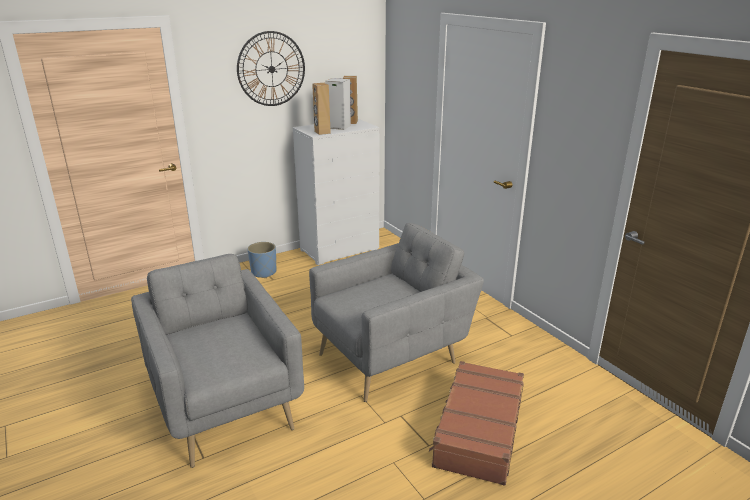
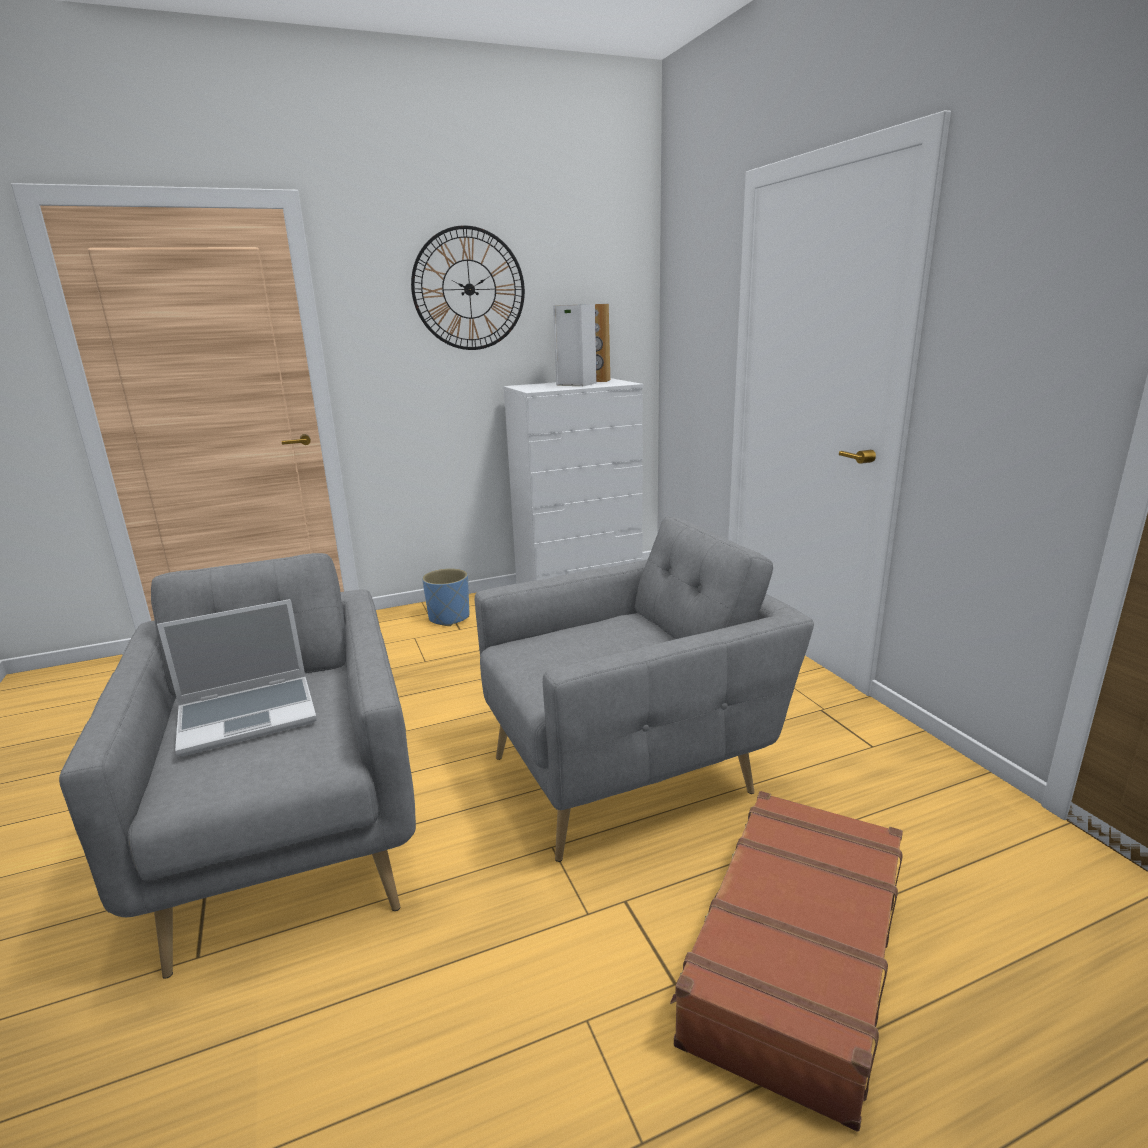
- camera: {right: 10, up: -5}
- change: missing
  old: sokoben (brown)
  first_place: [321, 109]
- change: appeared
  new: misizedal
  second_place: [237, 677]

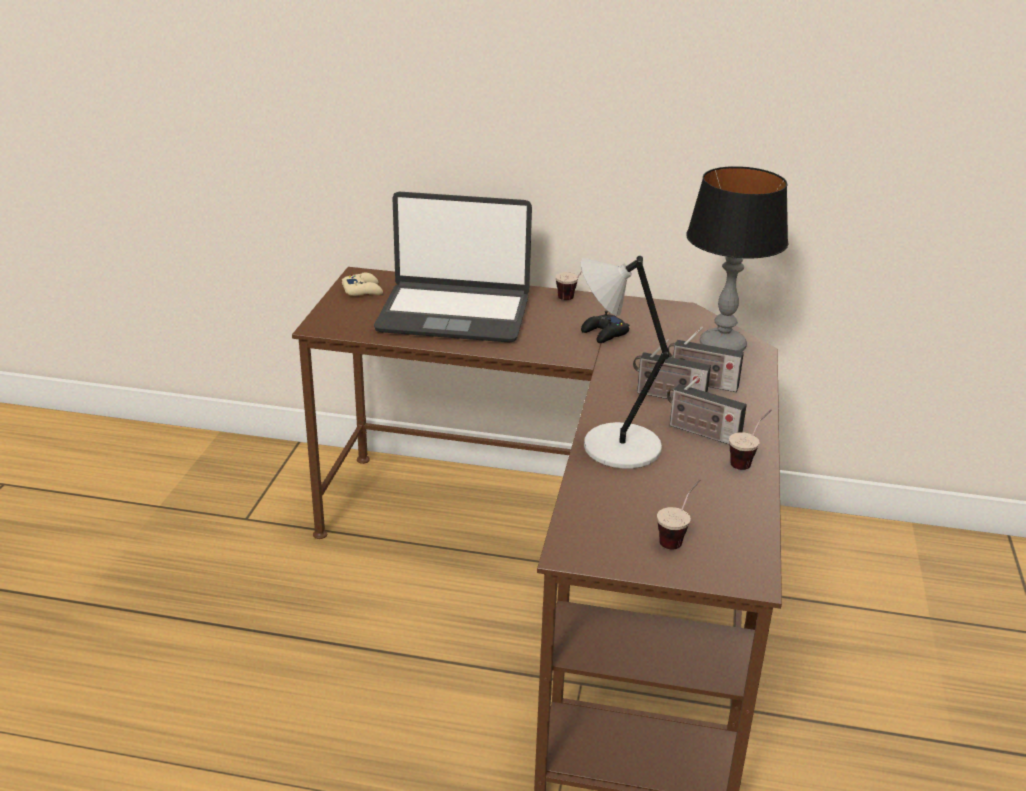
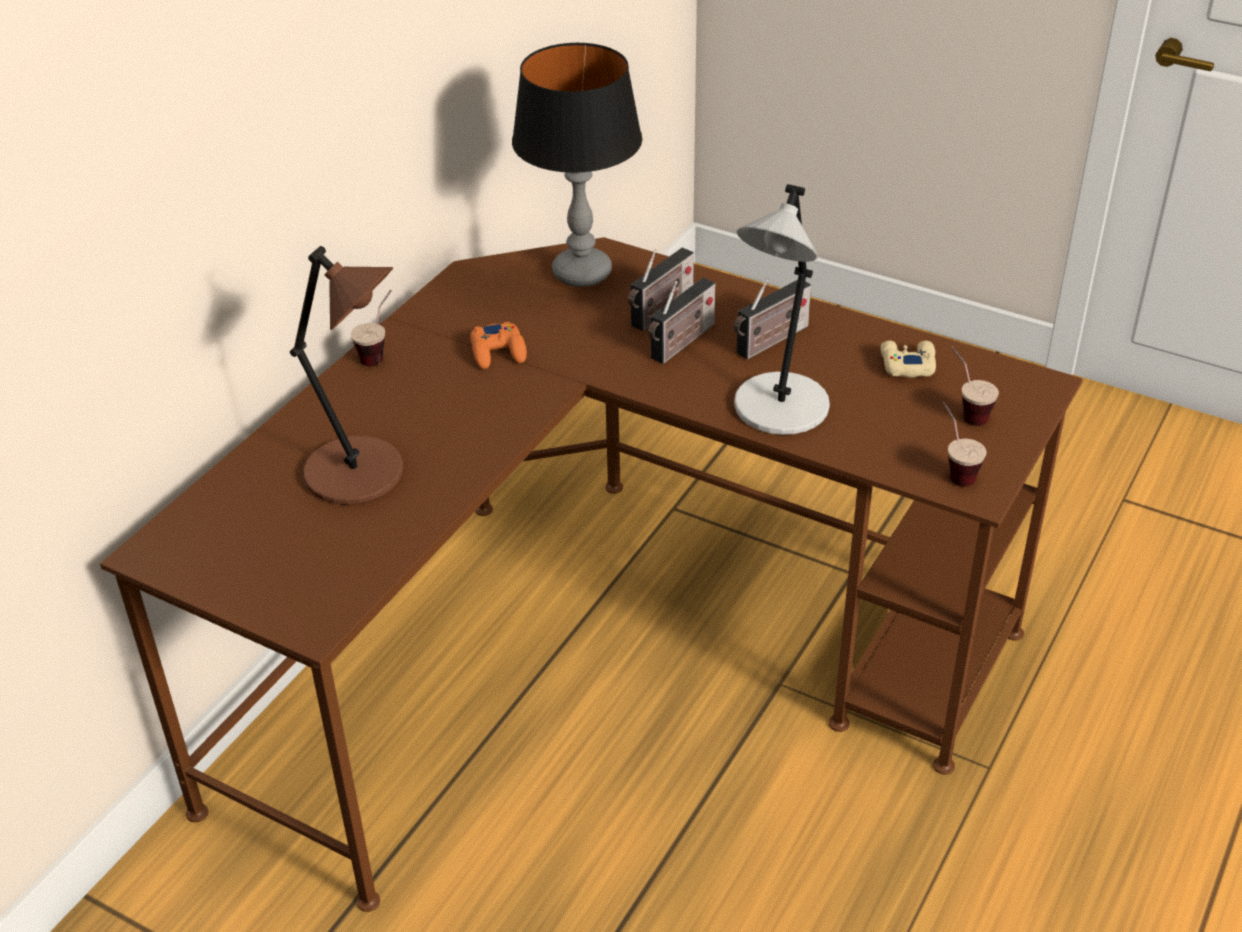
- camera: {right: -70, up: 10}
- change: relocated
  old: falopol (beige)
  first_place: [362, 284]
  second_place: [908, 359]
- change: relocated
  old: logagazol
  first_place: [750, 440]
  second_place: [964, 443]
- change: exchanged
  old: misizedal
  new: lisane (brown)
  first_place: [453, 267]
  second_place: [346, 375]
- change: colour
  old: falopol (black)
  new: falopol (orange)
  first_place: [605, 327]
  second_place: [498, 345]

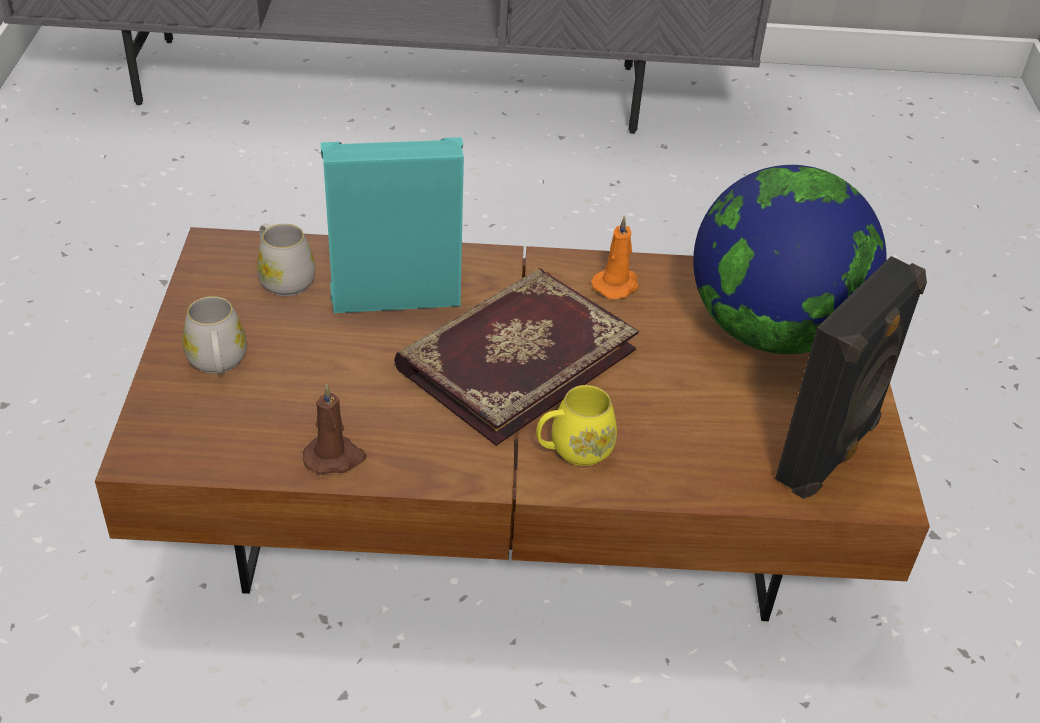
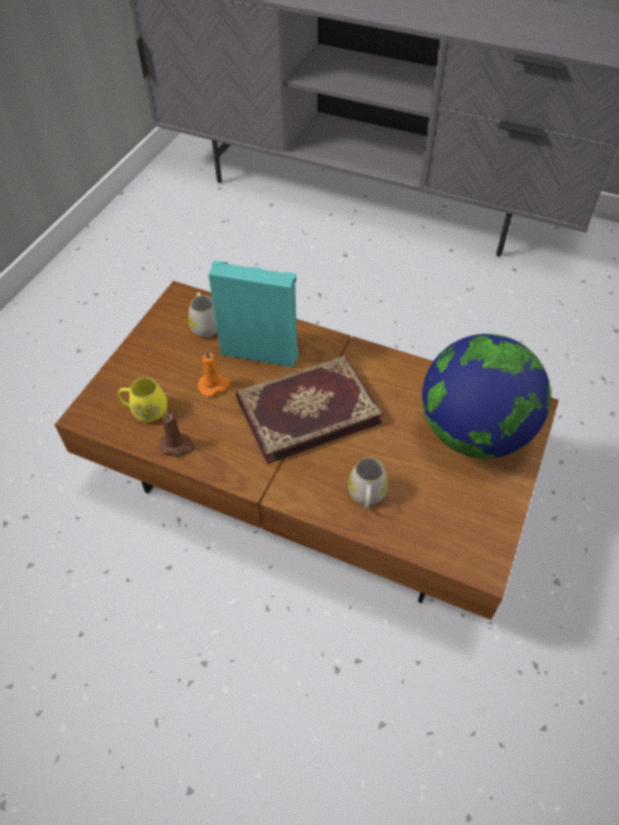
- camera: {right: 25, up: 10}
- change: missing
  old: sokoben (black)
  first_place: [851, 377]
- change: relocated
  old: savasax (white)
  first_place: [215, 335]
  second_place: [368, 483]
- change: relocated
  old: savasax (yellow)
  first_place: [576, 425]
  second_place: [143, 399]
- change: relocated
  old: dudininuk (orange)
  first_place: [615, 257]
  second_place: [214, 373]

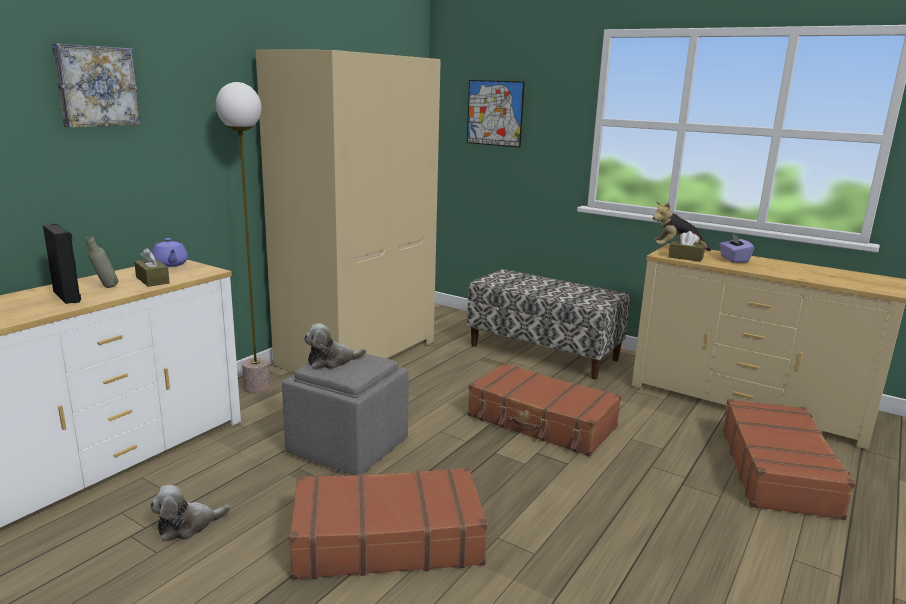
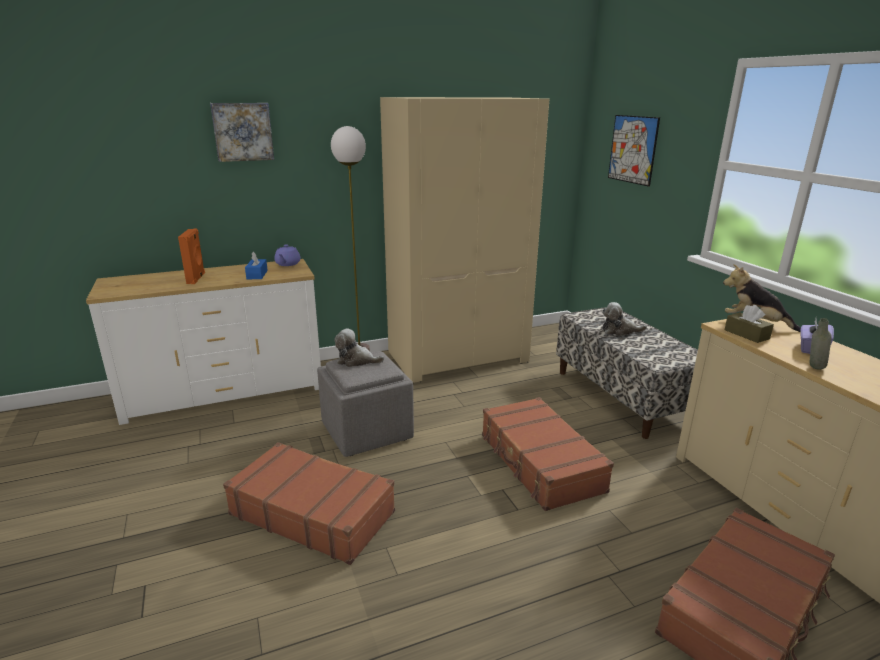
- camera: {right: 35, up: 5}
- change: relocated
  old: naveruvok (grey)
  first_place: [101, 262]
  second_place: [821, 344]
- change: relocated
  old: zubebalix
  first_place: [190, 513]
  second_place: [624, 319]
- change: colour
  old: sokoben (black)
  new: sokoben (orange)
  first_place: [62, 263]
  second_place: [191, 256]
- change: colour
  old: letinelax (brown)
  new: letinelax (blue)
  first_place: [152, 267]
  second_place: [256, 265]

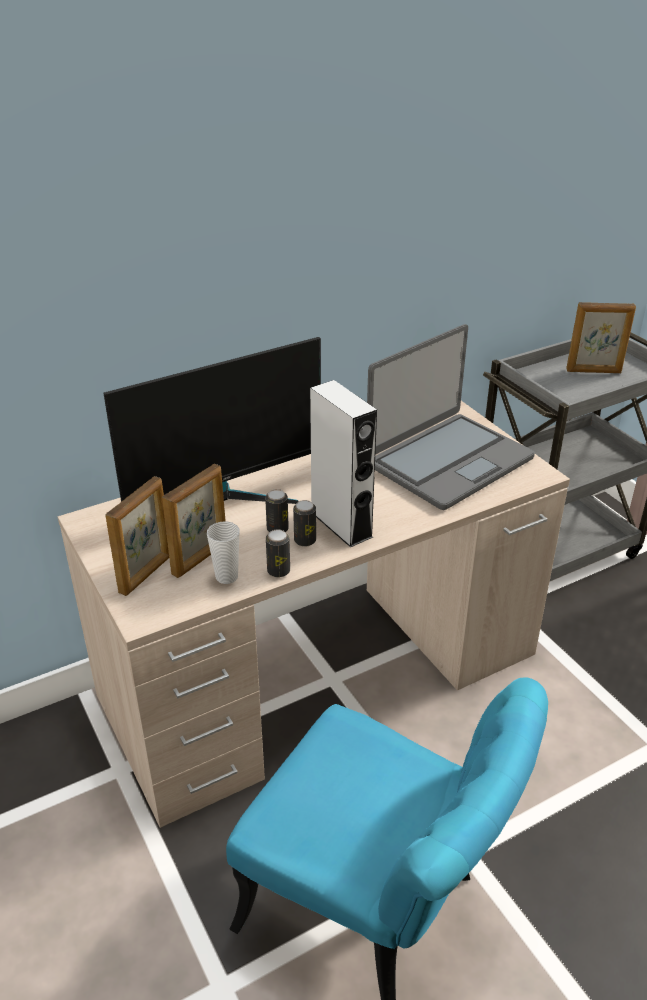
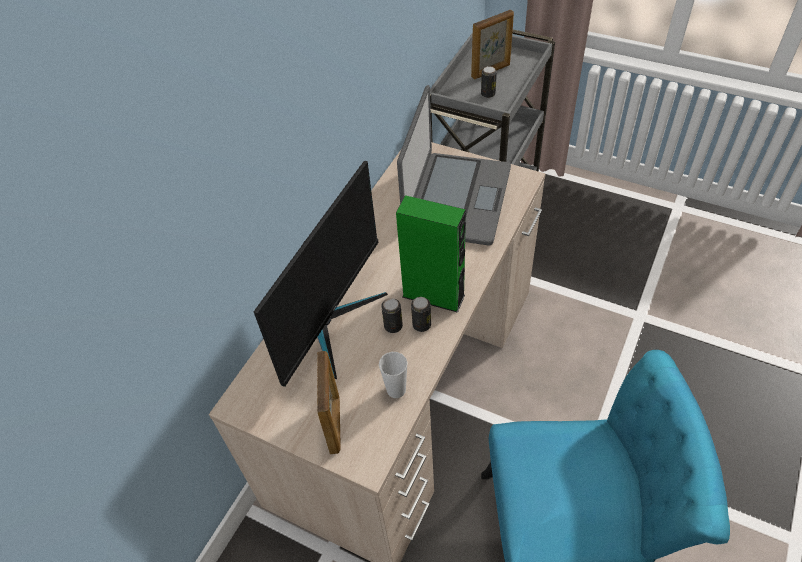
- camera: {right: -30, up: 15}
- change: missing
  old: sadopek
  first_place: [193, 521]
- change: relocated
  old: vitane
  first_place: [278, 553]
  second_place: [489, 82]
- change: colour
  old: sokoben (grey)
  new: sokoben (green)
  first_place: [343, 463]
  second_place: [431, 254]

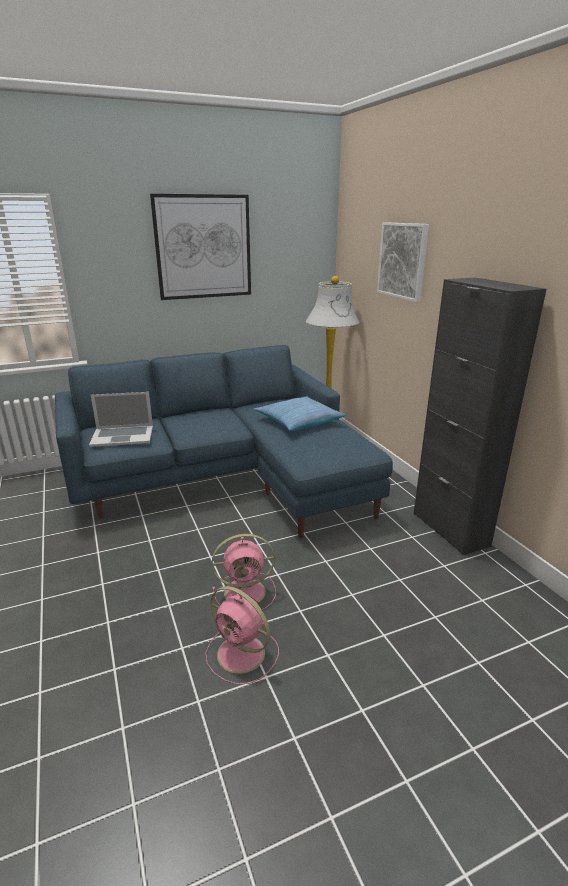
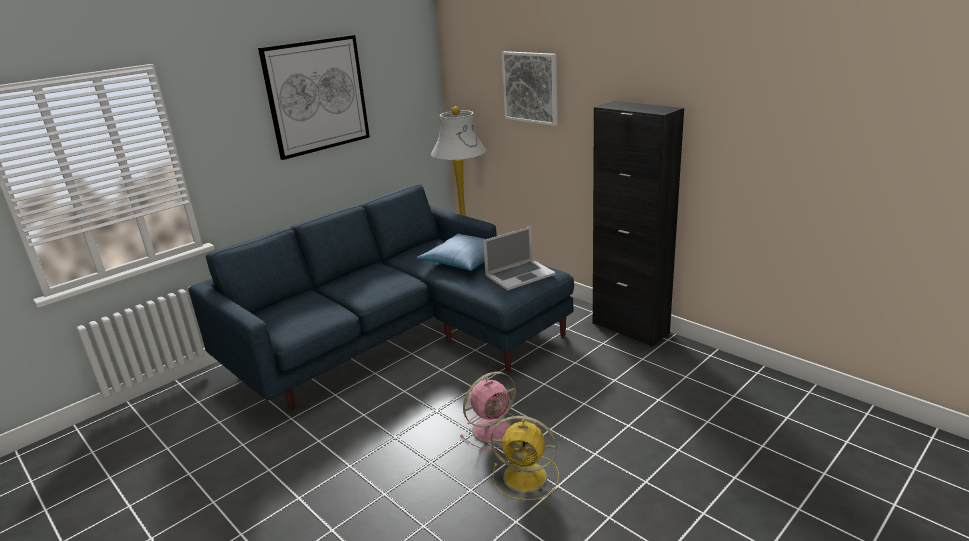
- camera: {right: -20, up: 0}
- change: relocated
  old: misizedal
  first_place: [121, 419]
  second_place: [519, 259]
- change: colour
  old: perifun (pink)
  new: perifun (yellow)
  first_place: [242, 635]
  second_place: [525, 458]

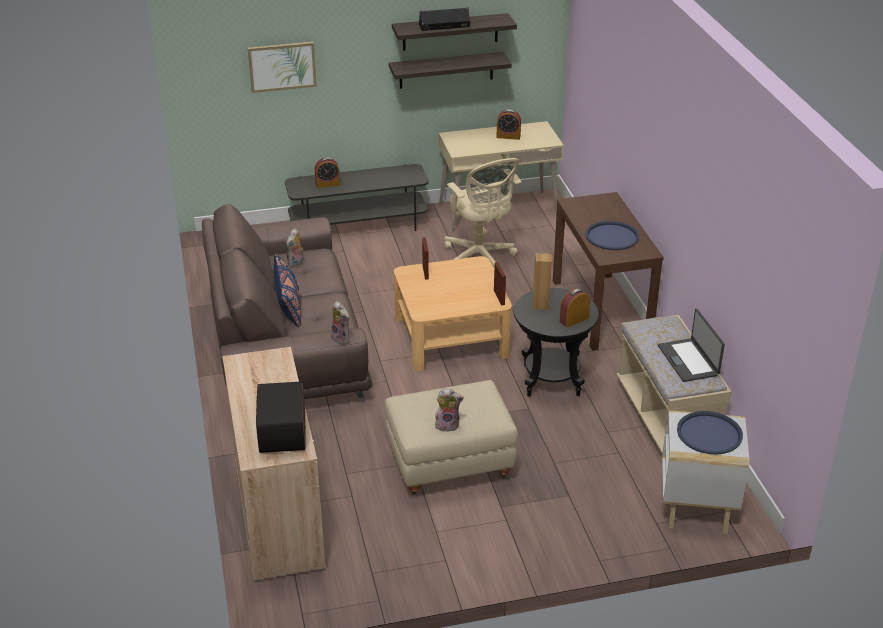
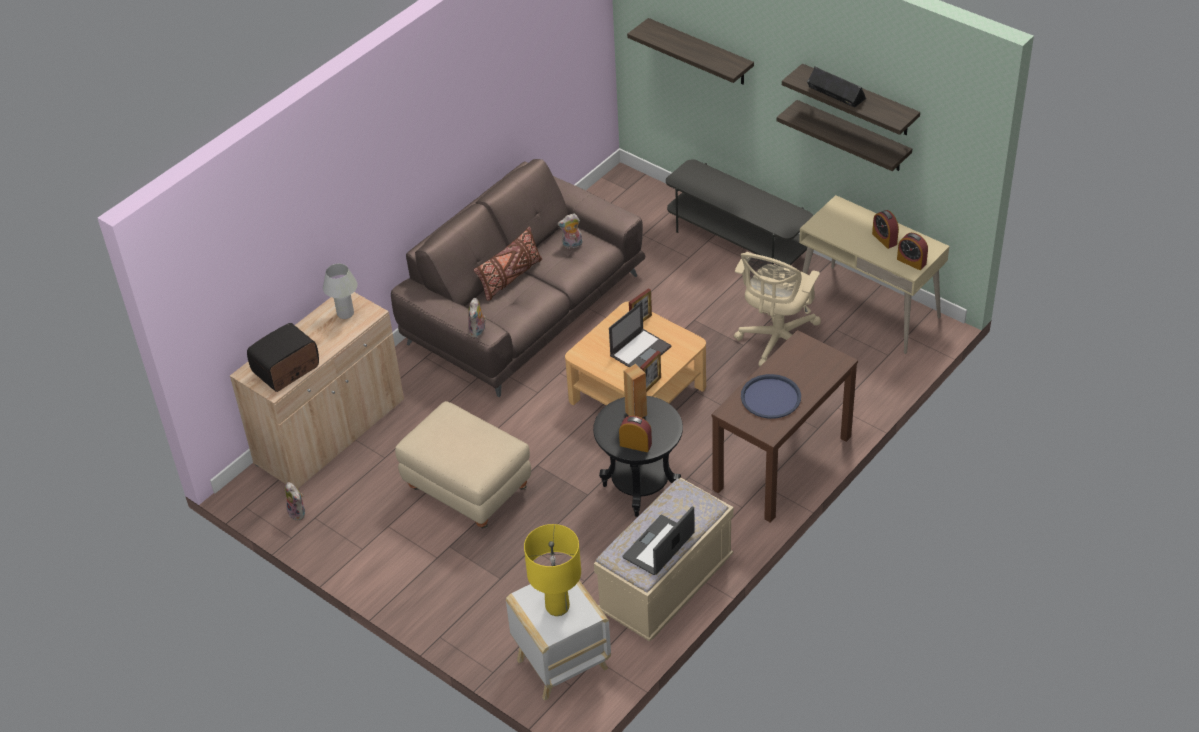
- camera: {right: 55, up: 10}
- change: appeared
  new: lisane (white)
  second_place: [340, 291]
- change: appeared
  new: misizedal
  second_place: [640, 334]
- change: relocated
  old: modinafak
  first_place: [327, 172]
  second_place: [912, 251]
- change: relocated
  old: zubebalix
  first_place: [449, 410]
  second_place: [295, 501]
- change: exchanged
  old: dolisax
  new: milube
  first_place: [282, 67]
  second_place: [690, 51]
- change: exchanged
  old: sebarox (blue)
  new: lisane (yellow)
  first_place: [710, 433]
  second_place: [552, 570]
- change: colour
  old: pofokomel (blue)
  new: pofokomel (brown)
  first_place: [287, 290]
  second_place: [508, 263]

